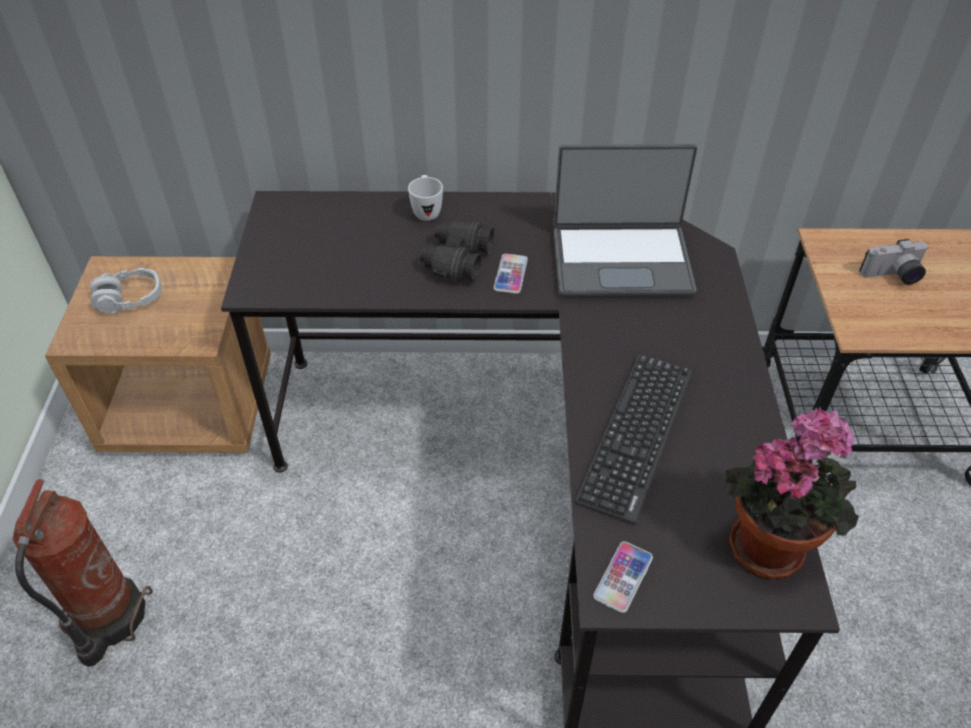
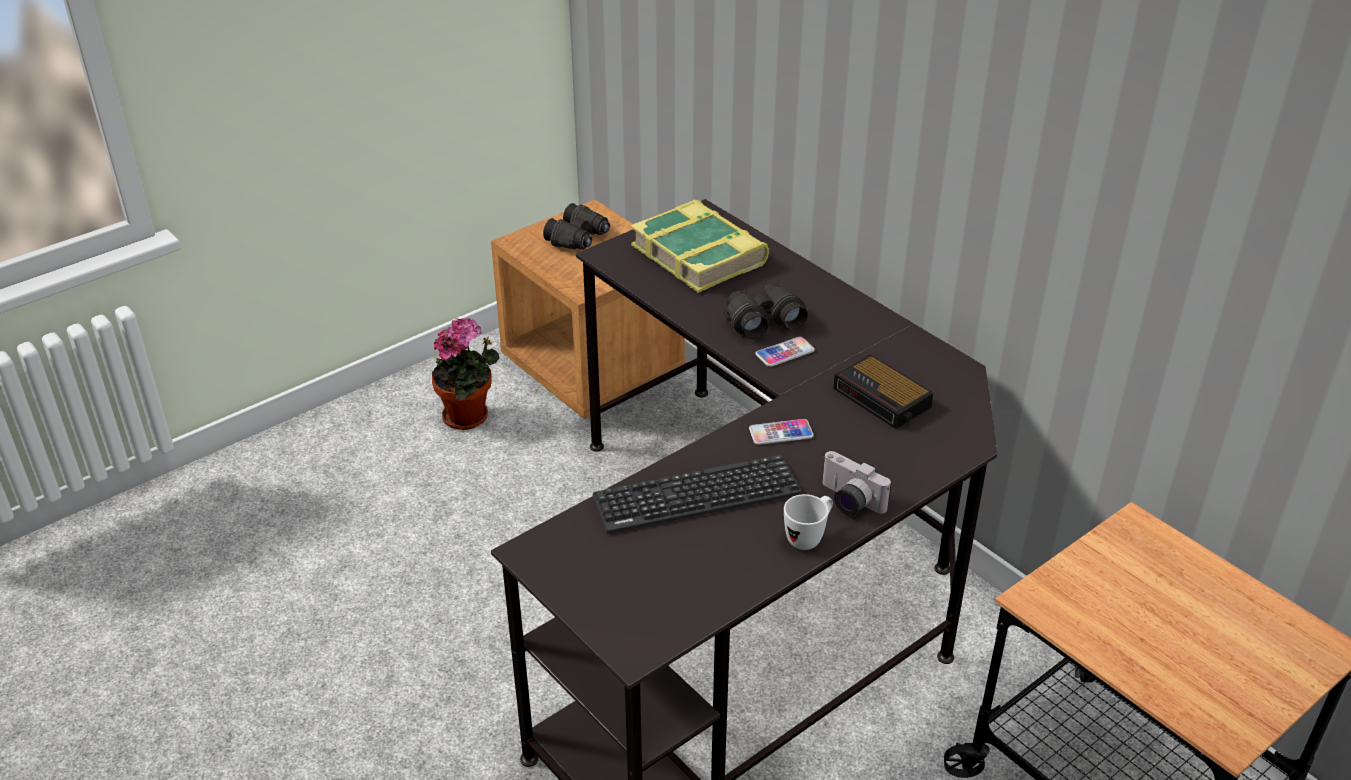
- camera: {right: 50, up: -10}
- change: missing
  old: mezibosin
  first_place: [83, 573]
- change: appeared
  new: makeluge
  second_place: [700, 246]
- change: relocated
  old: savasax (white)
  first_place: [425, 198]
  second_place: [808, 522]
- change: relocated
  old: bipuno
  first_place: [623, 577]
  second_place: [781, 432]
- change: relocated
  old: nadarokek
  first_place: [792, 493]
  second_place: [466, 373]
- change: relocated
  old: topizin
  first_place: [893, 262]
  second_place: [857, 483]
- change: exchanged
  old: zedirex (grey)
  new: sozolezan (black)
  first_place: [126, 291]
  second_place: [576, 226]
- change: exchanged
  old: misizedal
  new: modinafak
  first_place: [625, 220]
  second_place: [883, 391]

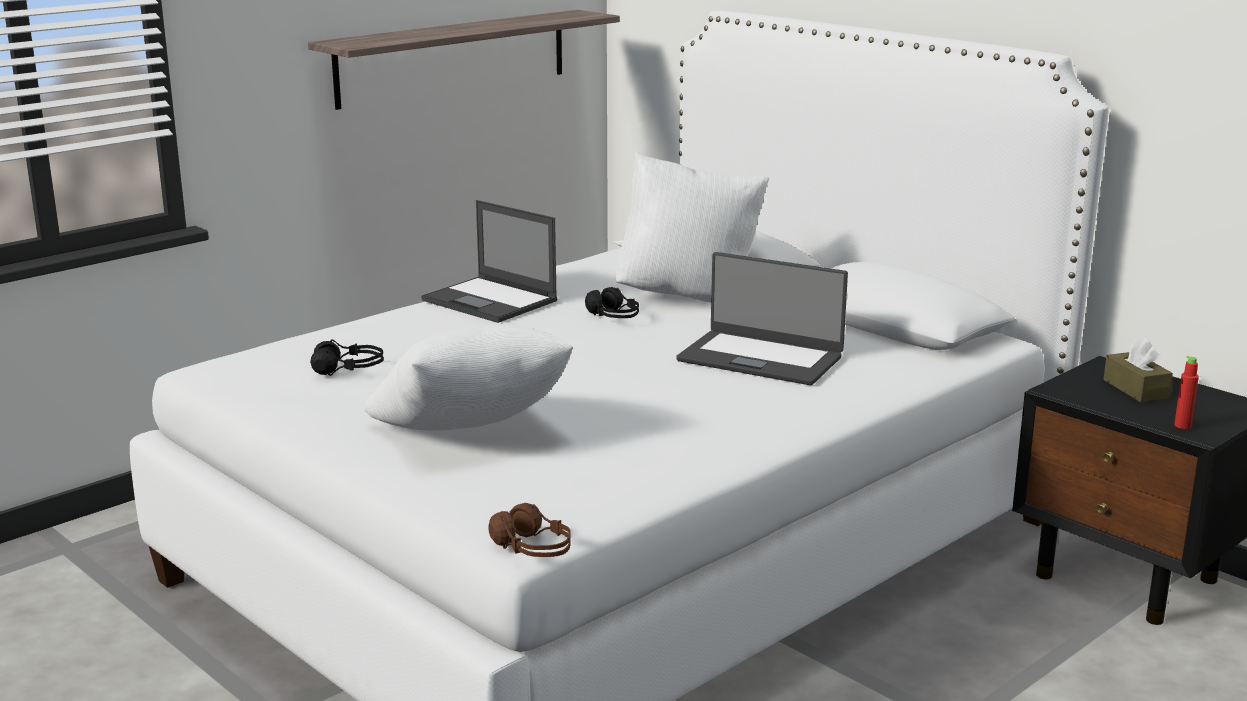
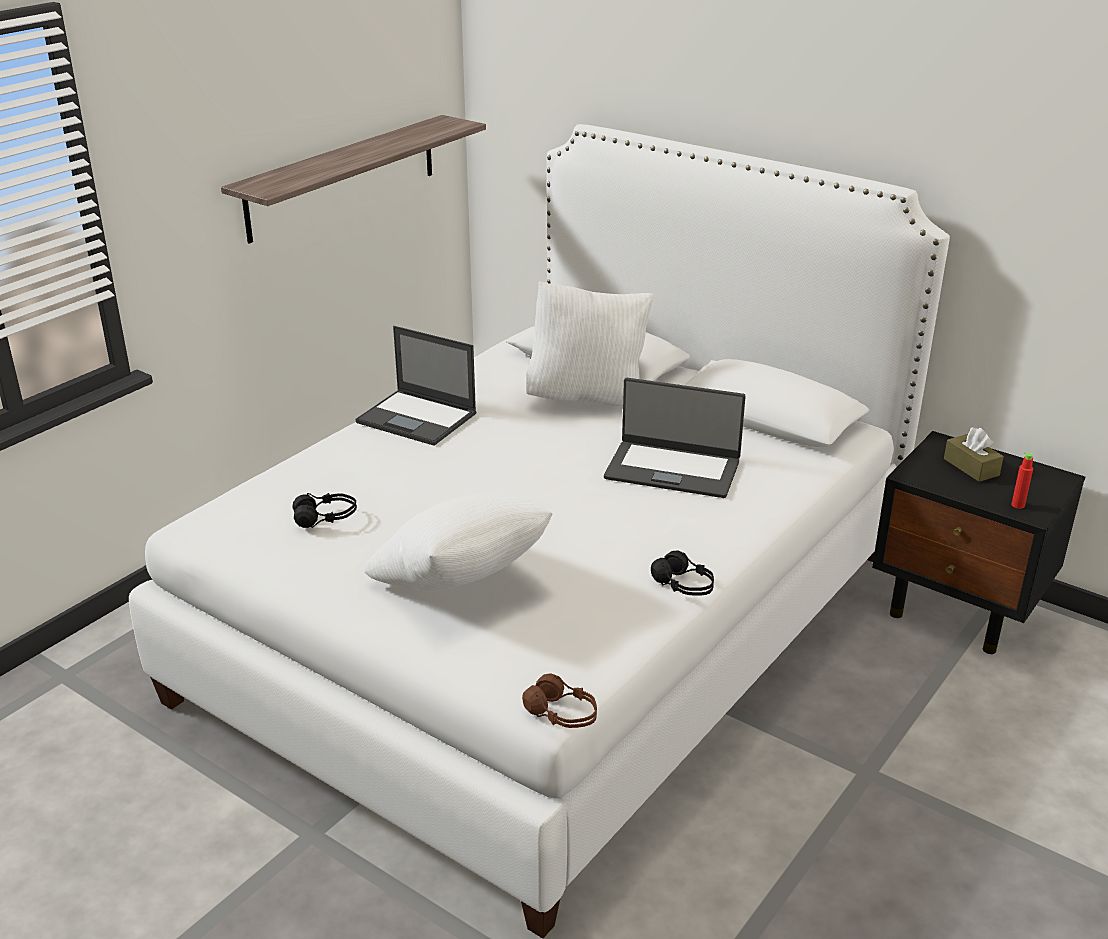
- camera: {right: -10, up: 10}
- change: relocated
  old: zedirex (black)
  first_place: [612, 302]
  second_place: [682, 573]

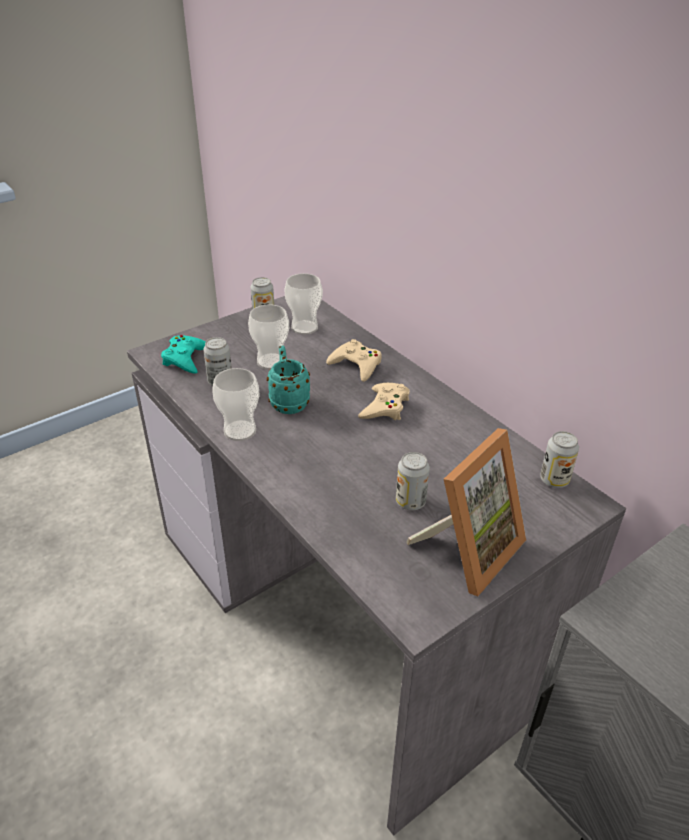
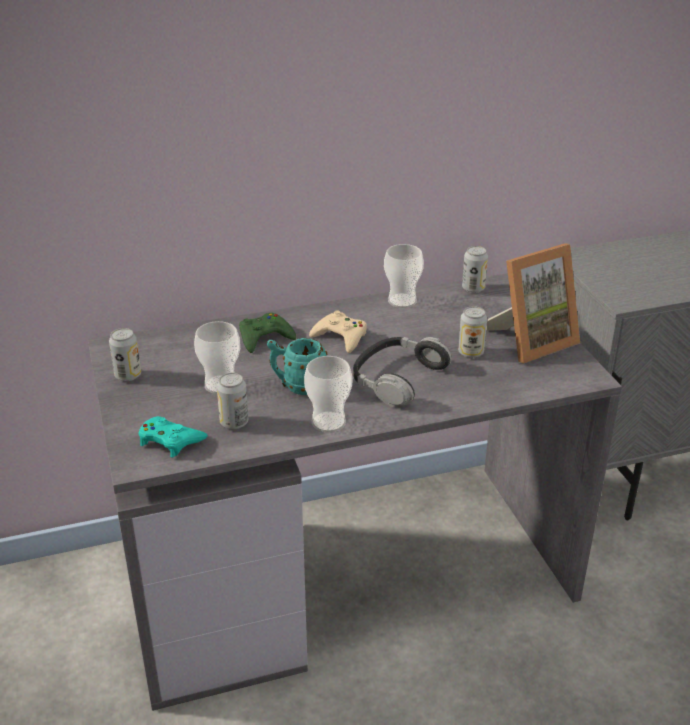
- camera: {right: -70, up: -5}
- change: appeared
  new: zedirex
  second_place: [402, 372]
- change: relocated
  old: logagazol
  first_place: [303, 304]
  second_place: [404, 276]
- change: colour
  old: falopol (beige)
  new: falopol (green)
  first_place: [354, 360]
  second_place: [267, 333]
- change: spun
  old: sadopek
  first_place: [466, 512]
  second_place: [533, 303]
  degrees: 90

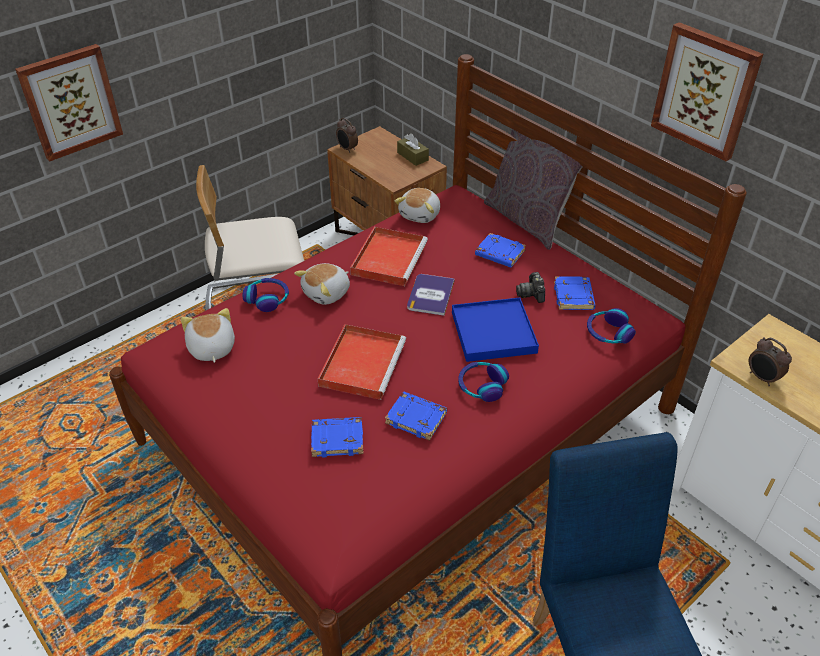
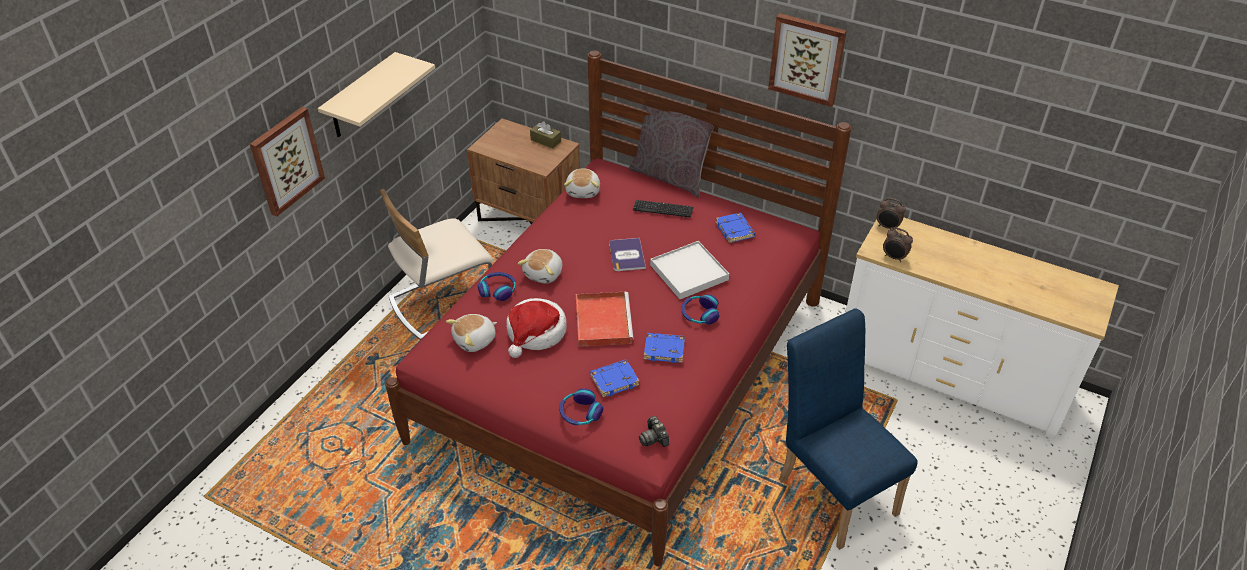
- camera: {right: -20, up: 0}
- change: missing
  old: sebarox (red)
  first_place: [389, 256]
- change: appeared
  new: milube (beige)
  second_place: [376, 94]
- change: appeared
  new: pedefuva
  second_place: [536, 328]
- change: relocated
  old: modinafak
  first_place: [347, 135]
  second_place: [891, 213]
- change: relocated
  old: topizin
  first_place: [530, 287]
  second_place: [654, 431]
- change: relocated
  old: zedirex
  first_place: [611, 326]
  second_place: [581, 406]
- change: exchanged
  old: makeluge (blue)
  new: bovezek
  first_place: [500, 250]
  second_place: [663, 209]
- change: colour
  old: sebarox (blue)
  new: sebarox (white)
  first_place: [495, 329]
  second_place: [689, 270]
- change: spun
  old: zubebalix
  first_place: [208, 335]
  second_place: [471, 333]
  degrees: -90

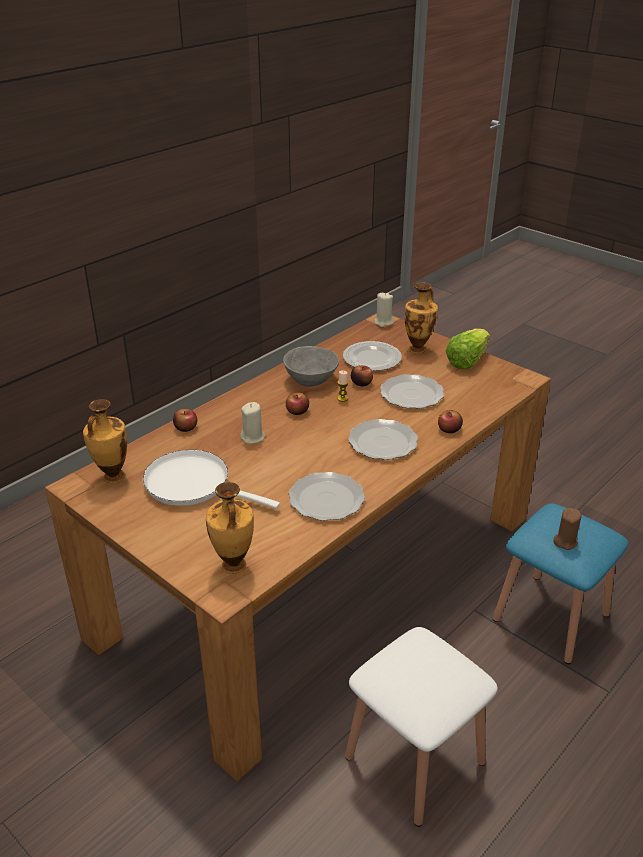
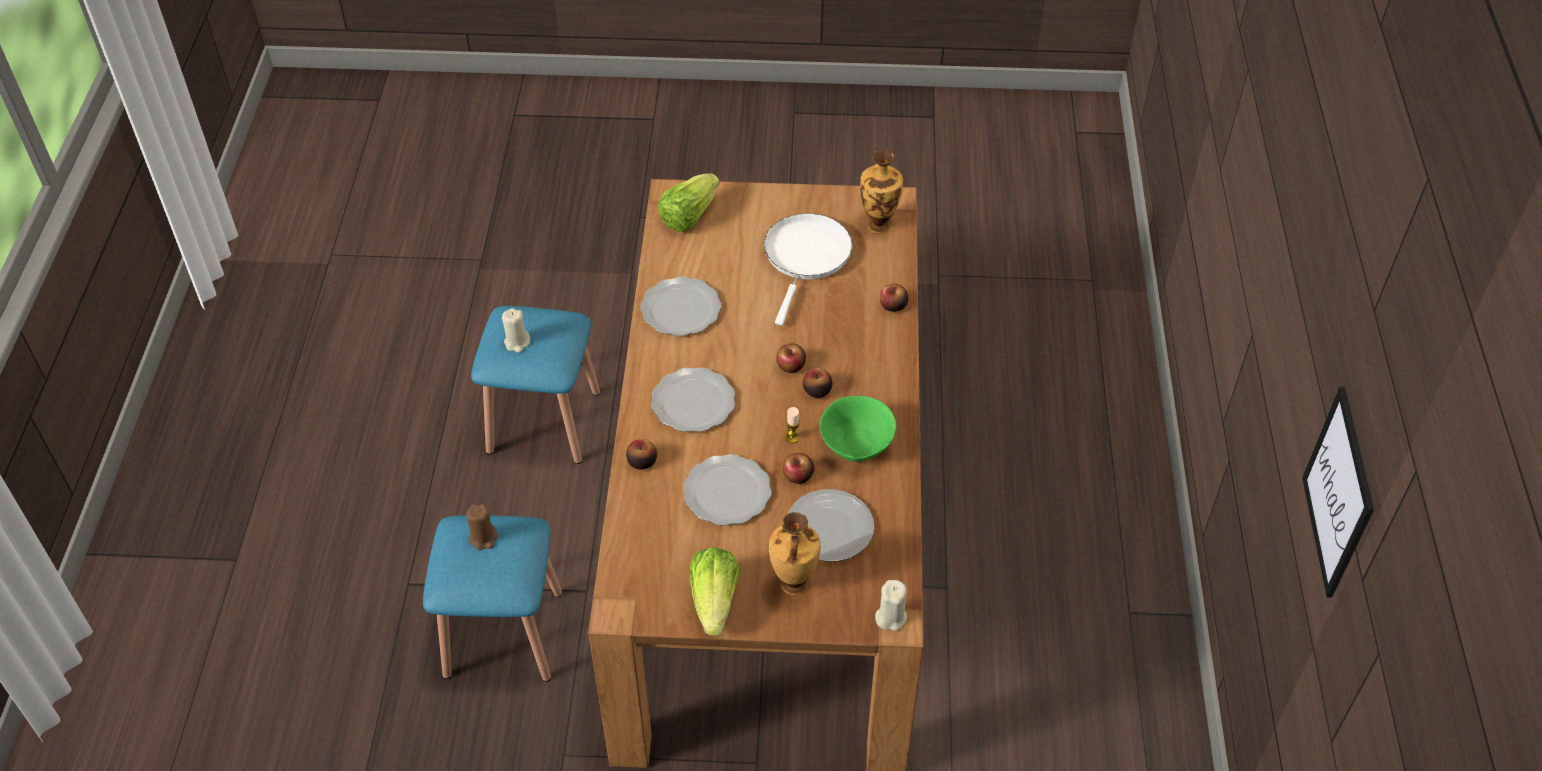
- camera: {right: 140, up: 15}
- change: appeared
  new: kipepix
  second_place: [791, 358]
- change: appeared
  new: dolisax
  second_place: [1338, 492]
- change: relocated
  old: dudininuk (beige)
  first_place: [252, 423]
  second_place: [516, 330]
- change: exchanged
  old: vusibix
  new: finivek
  first_place: [230, 528]
  second_place: [689, 202]
- change: colour
  old: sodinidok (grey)
  new: sodinidok (green)
  first_place: [311, 366]
  second_place: [858, 429]
- change: colour
  old: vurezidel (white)
  new: vurezidel (blue)
  first_place: [421, 727]
  second_place: [535, 385]
- change: spun
  old: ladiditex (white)
  first_place: [211, 479]
  second_place: [808, 269]
  degrees: -60

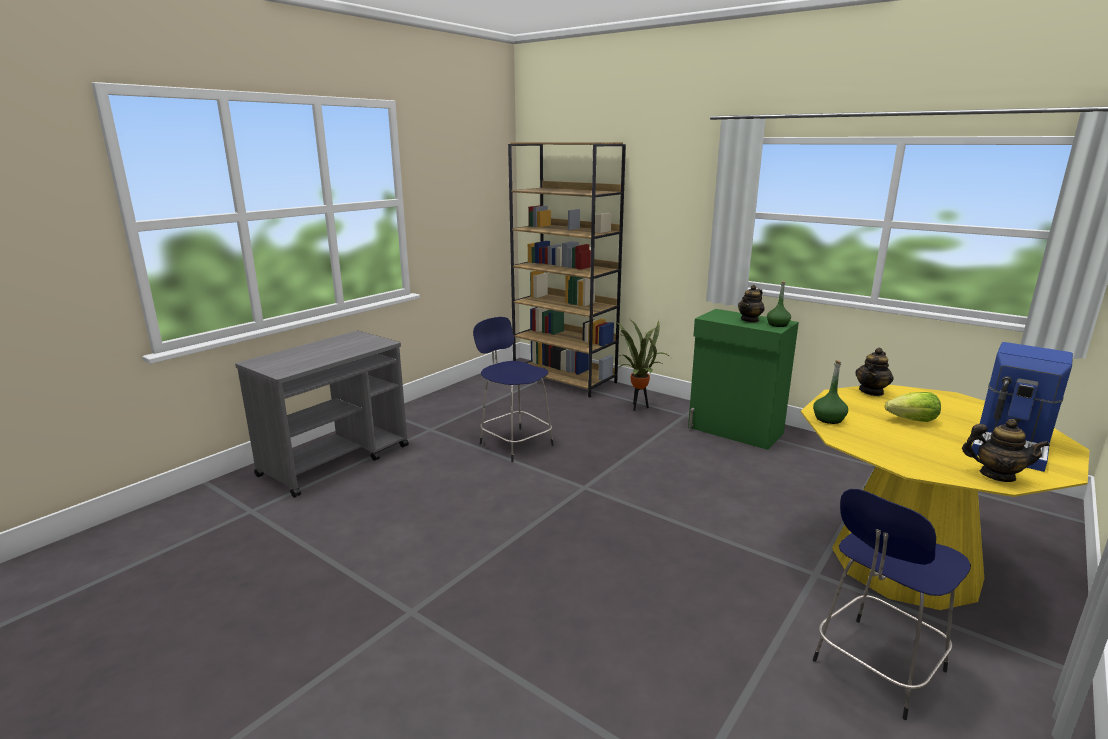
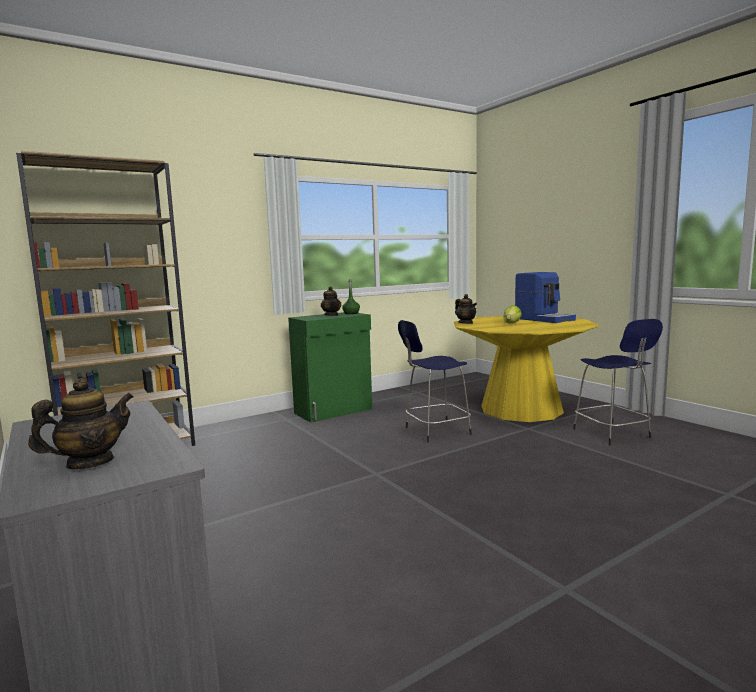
- camera: {right: -70, up: -10}
- change: missing
  old: nadarokek
  first_place: [643, 365]
- change: missing
  old: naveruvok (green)
  first_place: [830, 392]
- change: relocated
  old: vurezidel (blue)
  first_place: [513, 389]
  second_place: [435, 381]
- change: relocated
  old: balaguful
  first_place: [1006, 450]
  second_place: [81, 423]

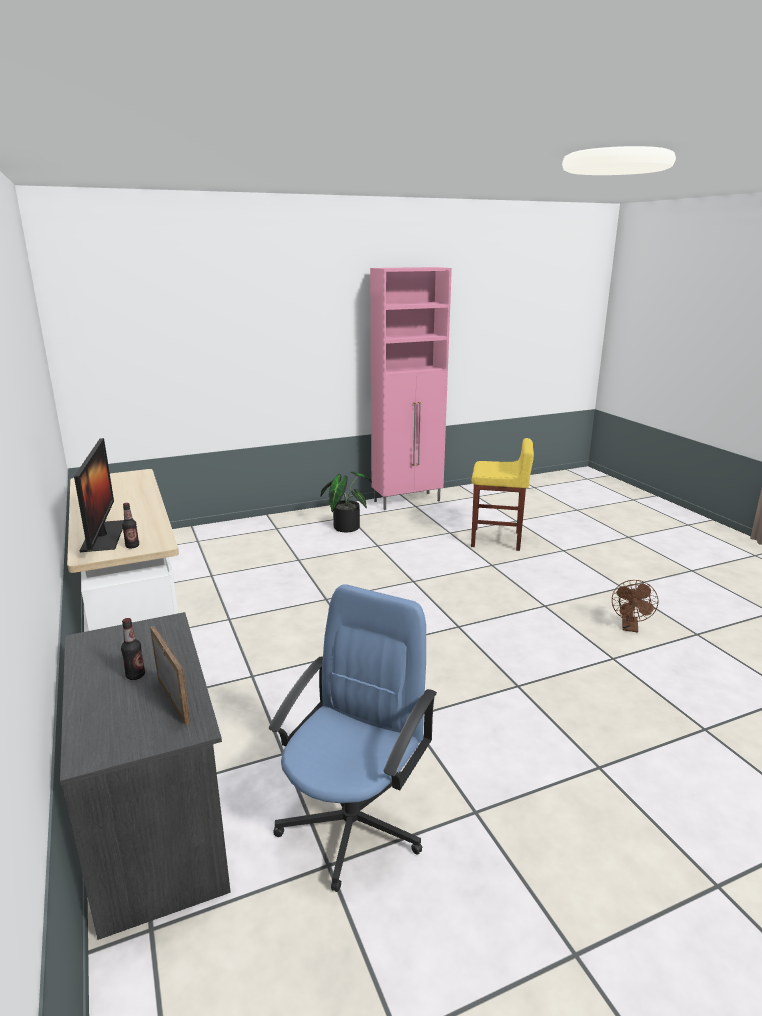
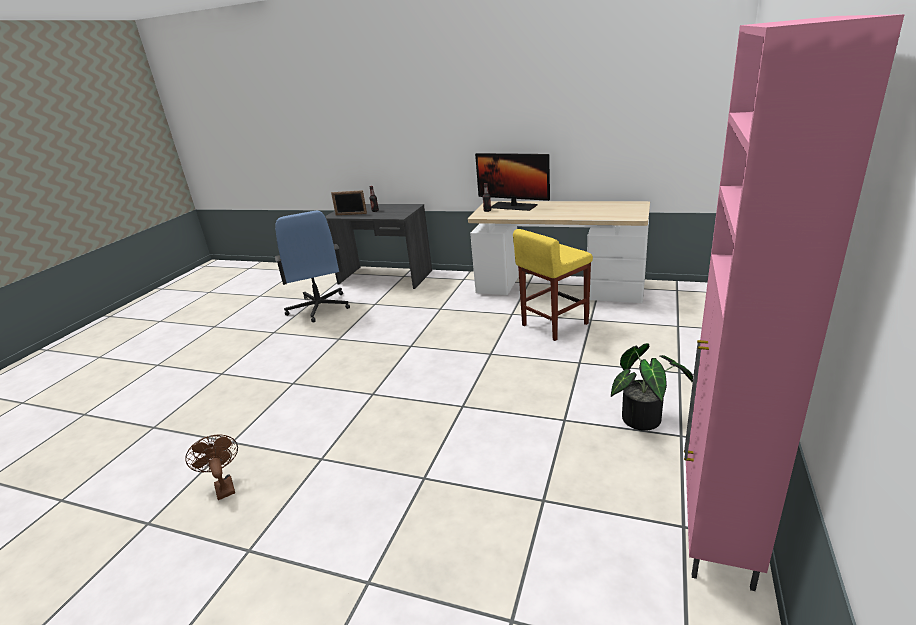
- camera: {right: 135, up: 5}
- change: relocated
  old: vurezidel (yellow)
  first_place: [502, 494]
  second_place: [553, 285]

